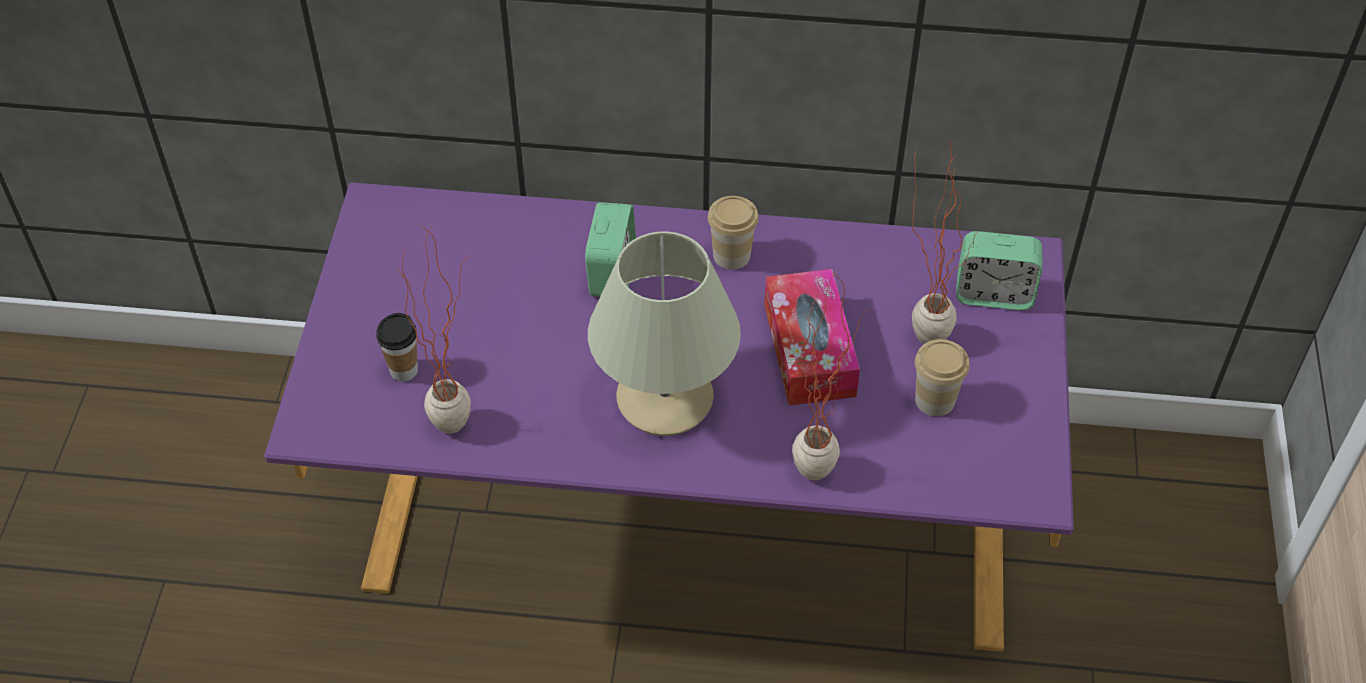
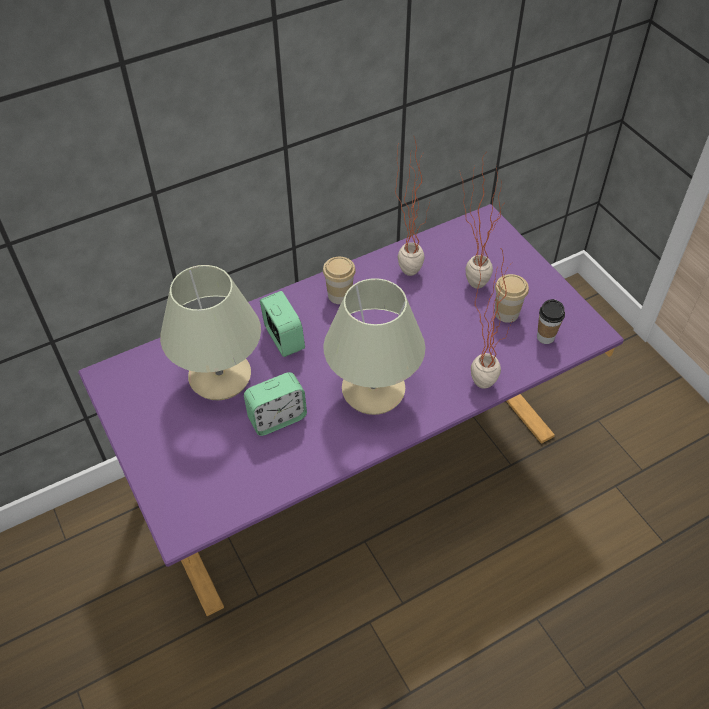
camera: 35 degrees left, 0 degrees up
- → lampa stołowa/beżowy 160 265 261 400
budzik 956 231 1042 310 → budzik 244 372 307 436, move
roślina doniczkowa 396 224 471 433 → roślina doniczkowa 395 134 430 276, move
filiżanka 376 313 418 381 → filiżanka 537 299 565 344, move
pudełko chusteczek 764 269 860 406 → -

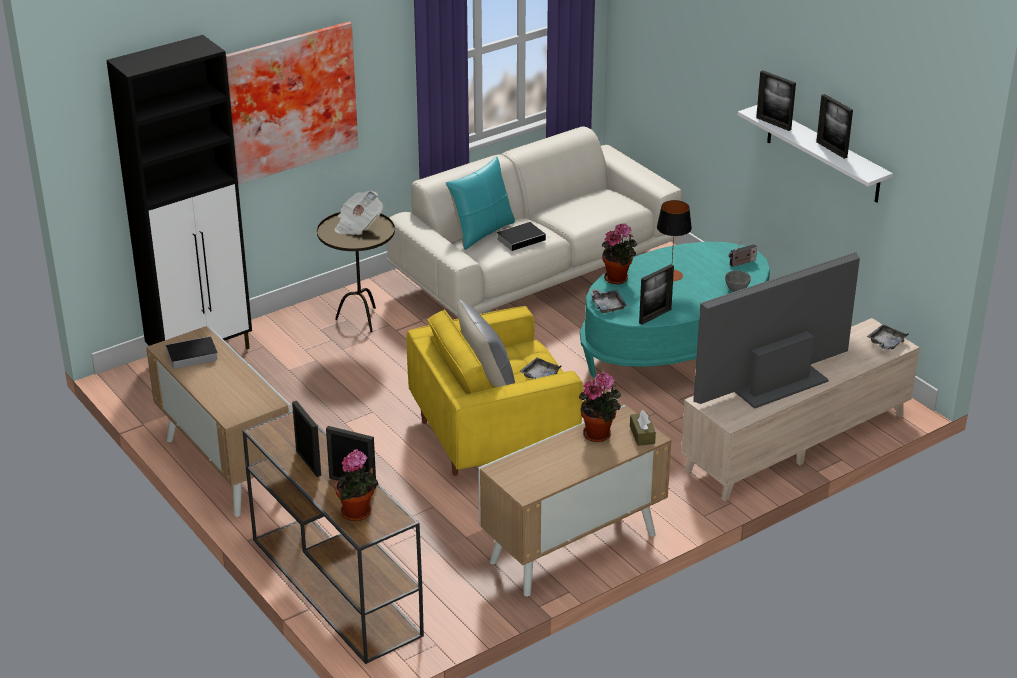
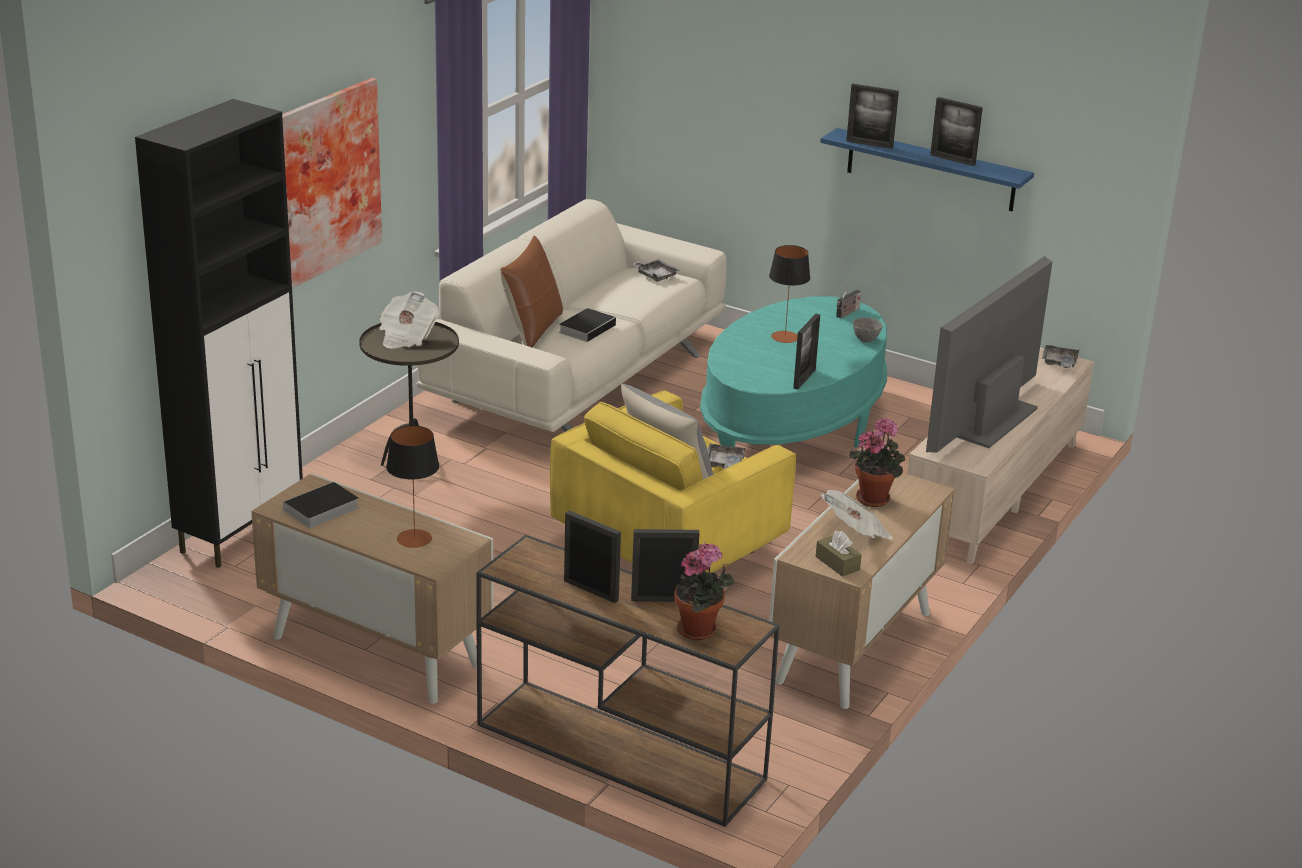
camera: 25 degrees left, 5 degrees down
- → lampa stołowa 386 426 439 548
poduszka/turkusowy 446 156 515 250 → poduszka/brązowy 500 235 563 347
taca/szary 590 289 627 314 → taca/szary 632 259 680 282, move
pudełko chusteczek/brązowy 630 410 656 446 → pudełko chusteczek/brązowy 816 531 862 577, move
półka/biały 738 105 893 203 → półka/niebieski 820 128 1034 211
- → gazeta 820 490 893 539
roślina doniczkowa 602 223 637 284 → -

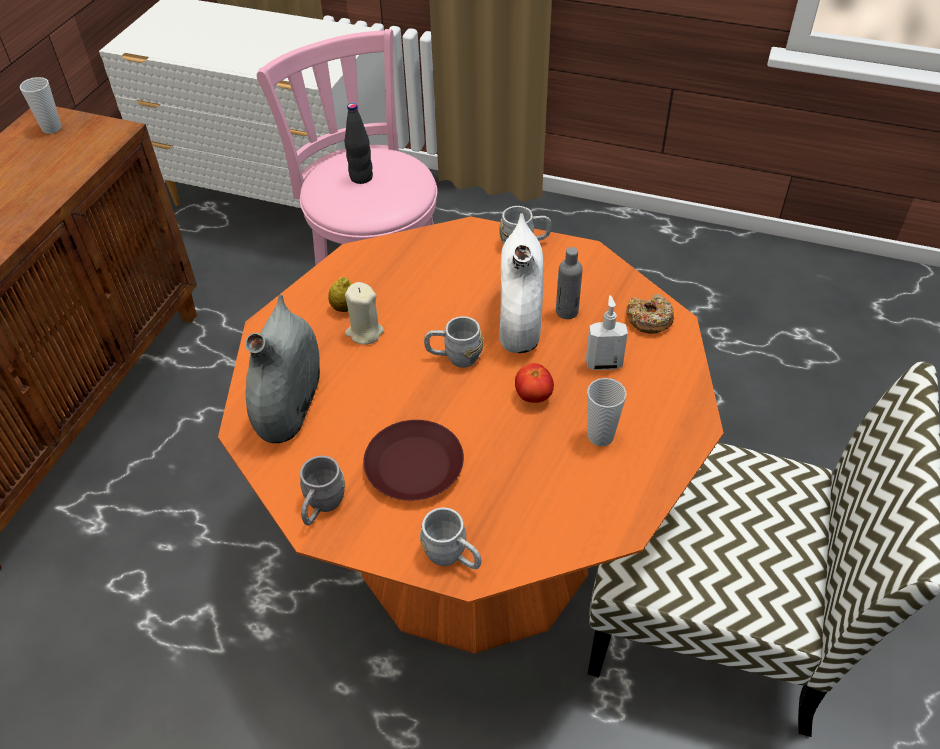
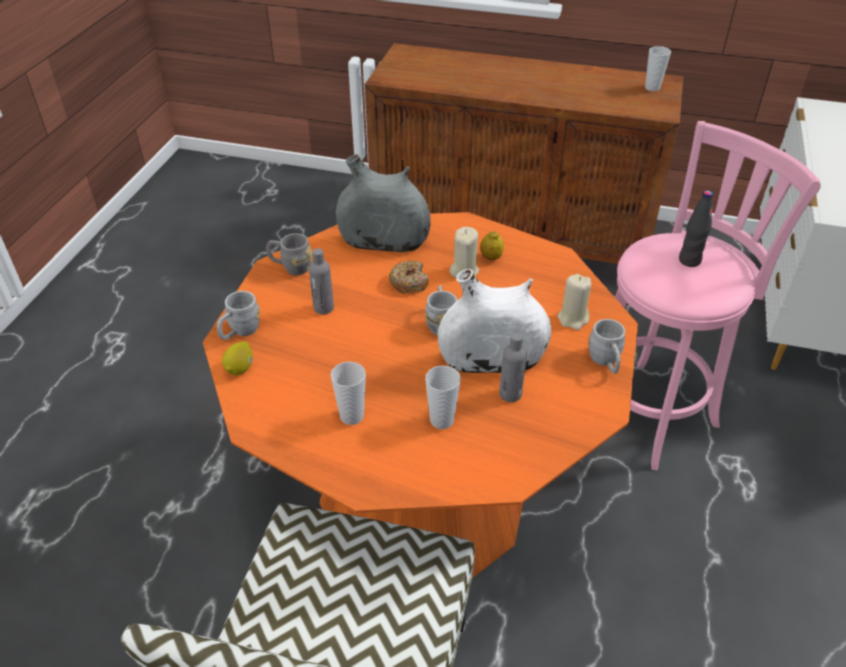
camera: 85 degrees right, 5 degrees down
- → cytryna 222 341 253 375
talerz/brązowy 363 420 464 500 → butelka/szary 309 248 334 315
donut 626 294 674 334 → donut 389 260 428 294, move
dozownik mydła 586 295 628 370 → filiżanka 425 365 461 429
- → świeca/beżowy 558 274 591 330
pomidor 515 363 554 403 → -

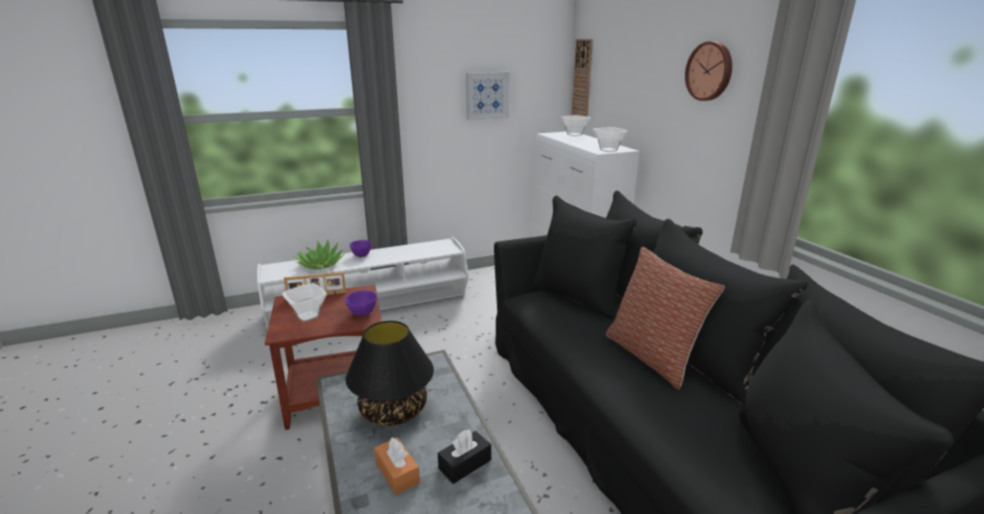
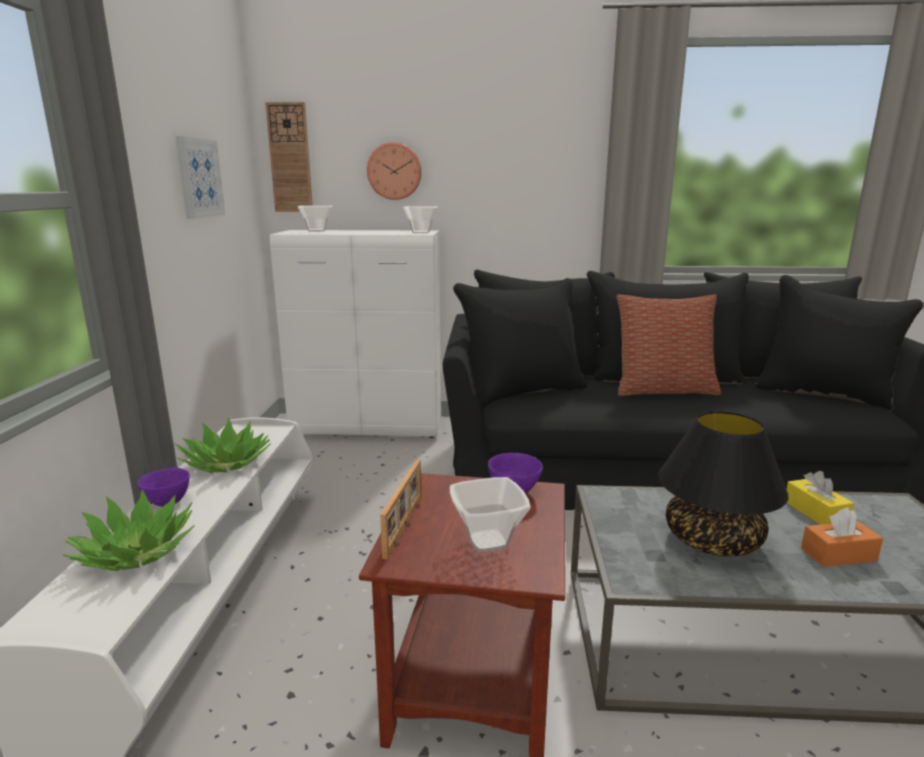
camera: 65 degrees left, 5 degrees down
- → roślina doniczkowa 175 417 271 473
zegar ścienny 685 41 732 101 → zegar ścienny 367 143 422 200, move
pudełko chusteczek/czarny 438 430 491 484 → pudełko chusteczek/żółty 787 471 854 525

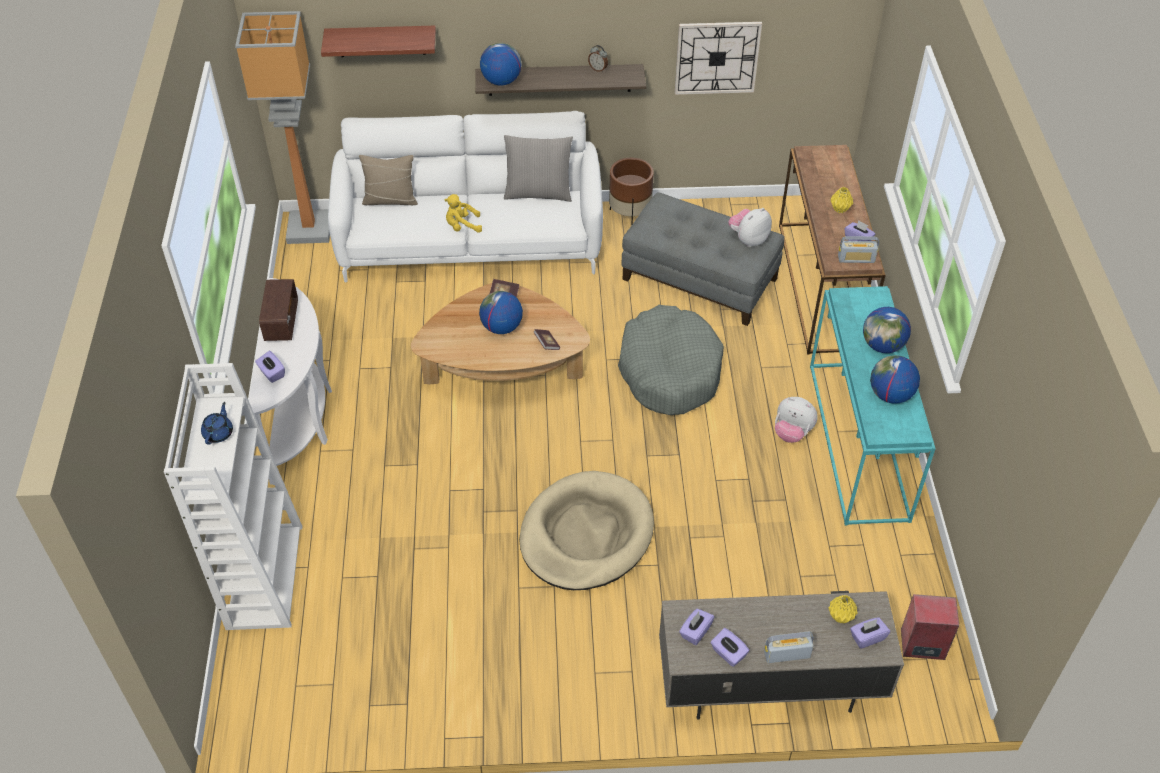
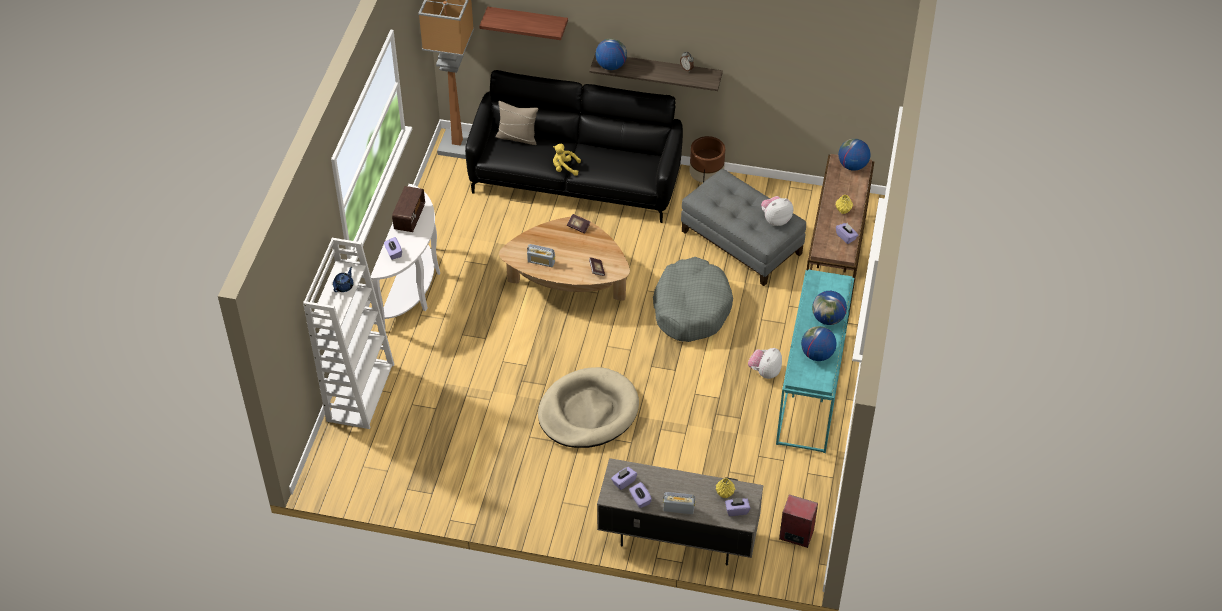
camera: 15 degrees right, 0 degrees up
kanapa/biały 328 111 603 283 → kanapa/czarny 465 70 683 223
radio 838 236 879 263 → radio 527 244 555 267, move
pluszak 775 397 818 443 → pluszak 748 348 782 379, 75 degrees clockwise
globus 479 291 523 334 → globus 838 139 871 171, move
poduszka/szary 504 135 573 202 → -
zegar ścienny 675 22 762 95 → -

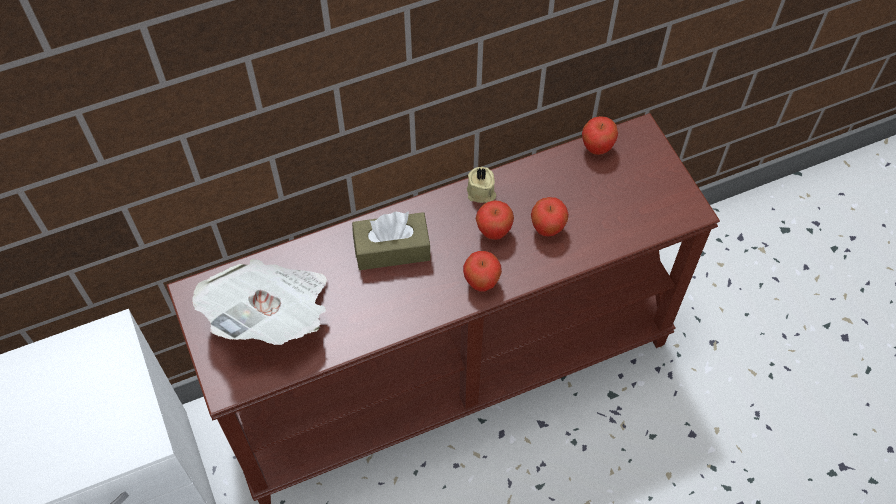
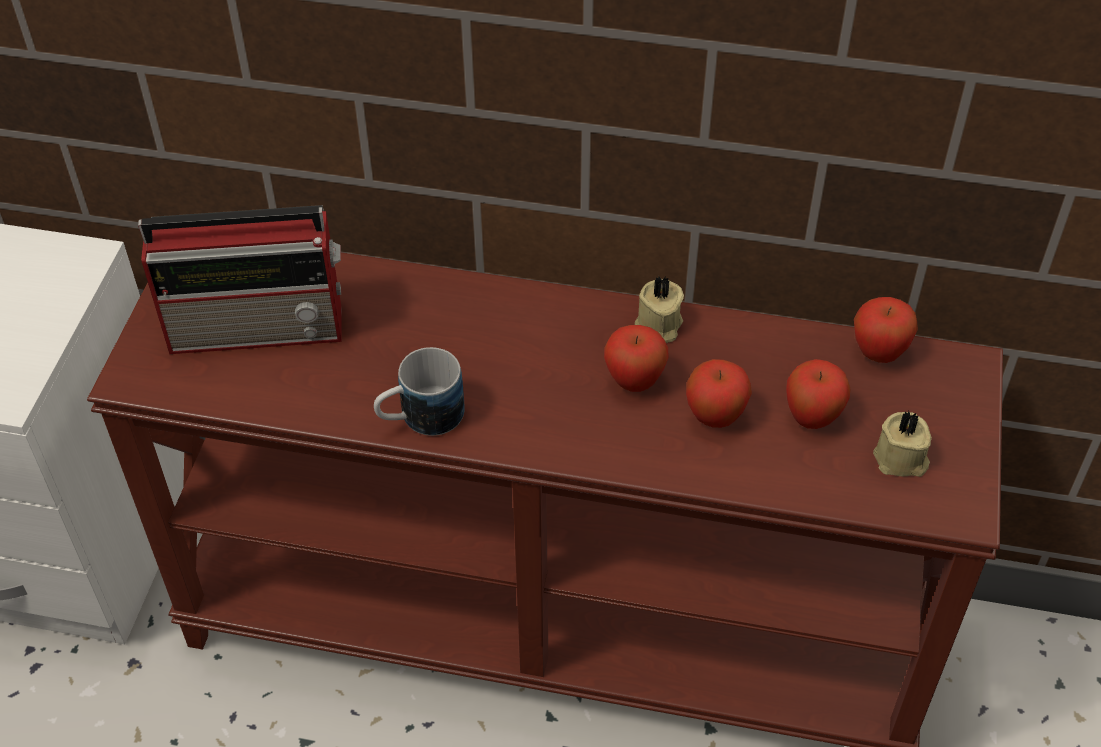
camera: 35 degrees right, 10 degrees down
gazeta 192 259 327 345 → radio 138 205 342 354
- → kubek 374 347 465 436
jabłko 463 251 502 291 → jabłko 786 359 850 429, move
- → świeca/beżowy 873 411 932 477
pudełko chusteczek/brązowy 352 211 431 270 → -

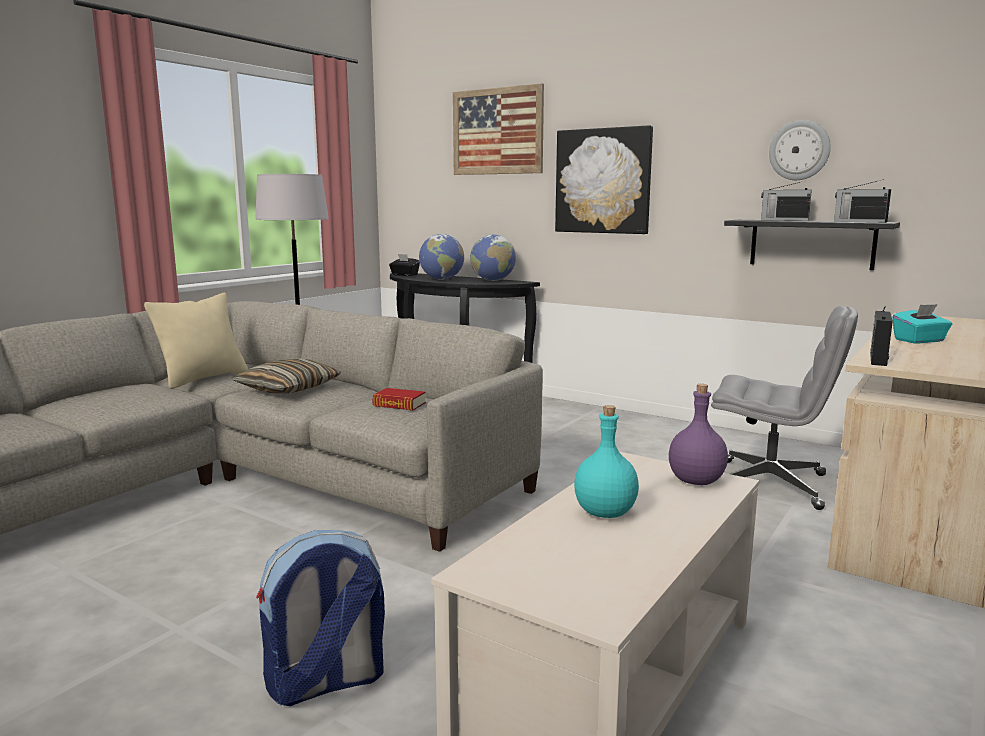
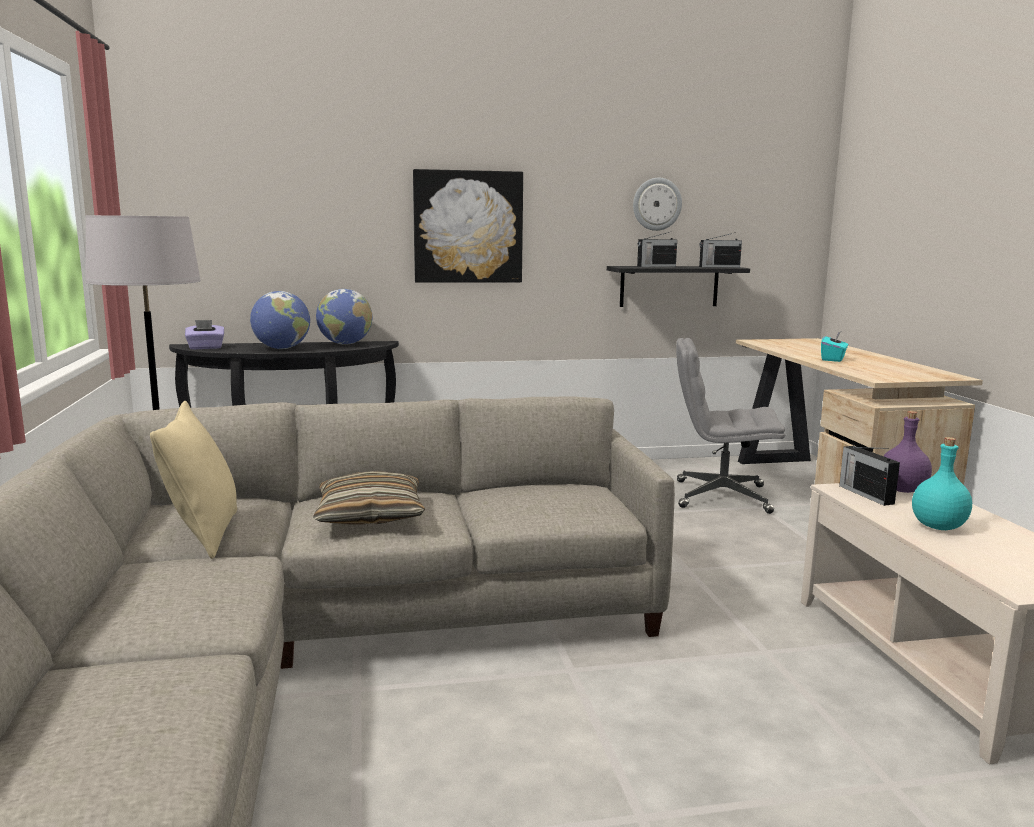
camera: 45 degrees left, 0 degrees up
pudełko chusteczek/czarny 389 254 420 276 → pudełko chusteczek/fioletowy 185 320 224 349
krzesło biurowe/szary 711 306 858 510 → krzesło biurowe/szary 676 338 785 514, 150 degrees counterclockwise
radio 870 307 893 366 → radio 839 446 900 506, move
plecak 256 530 385 706 → -
książka 372 388 426 410 → -
obraz 453 83 544 175 → -

